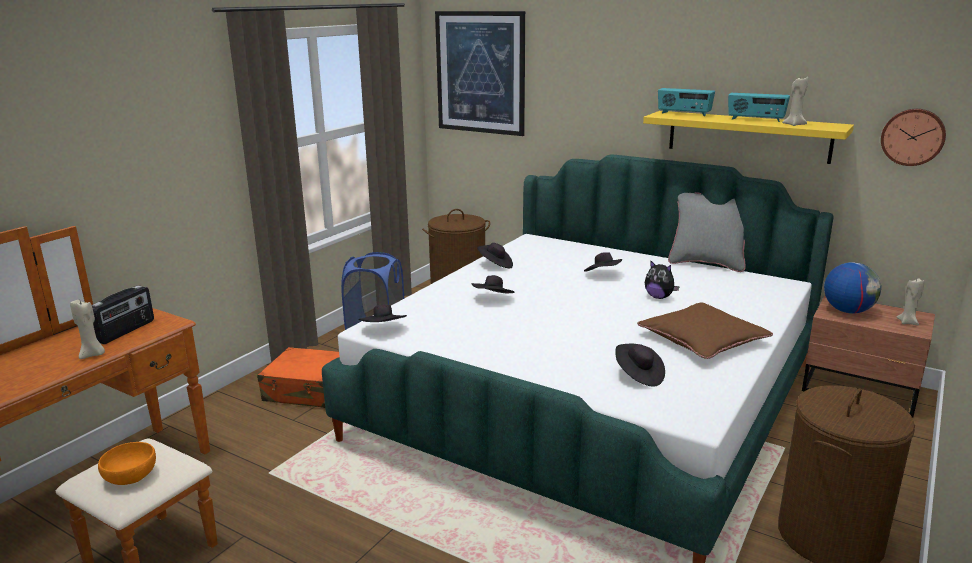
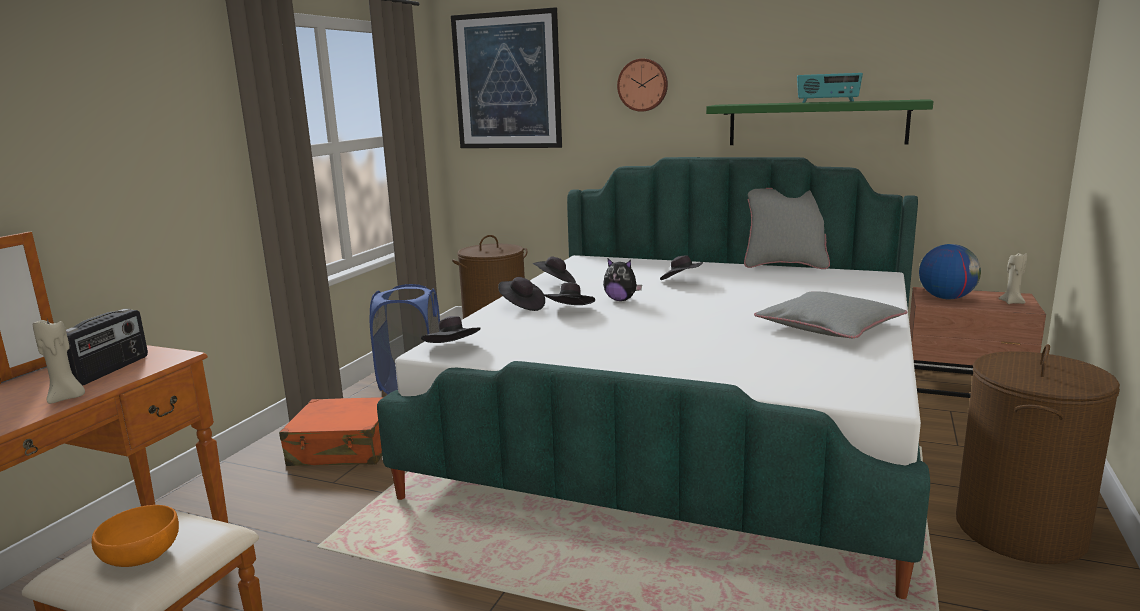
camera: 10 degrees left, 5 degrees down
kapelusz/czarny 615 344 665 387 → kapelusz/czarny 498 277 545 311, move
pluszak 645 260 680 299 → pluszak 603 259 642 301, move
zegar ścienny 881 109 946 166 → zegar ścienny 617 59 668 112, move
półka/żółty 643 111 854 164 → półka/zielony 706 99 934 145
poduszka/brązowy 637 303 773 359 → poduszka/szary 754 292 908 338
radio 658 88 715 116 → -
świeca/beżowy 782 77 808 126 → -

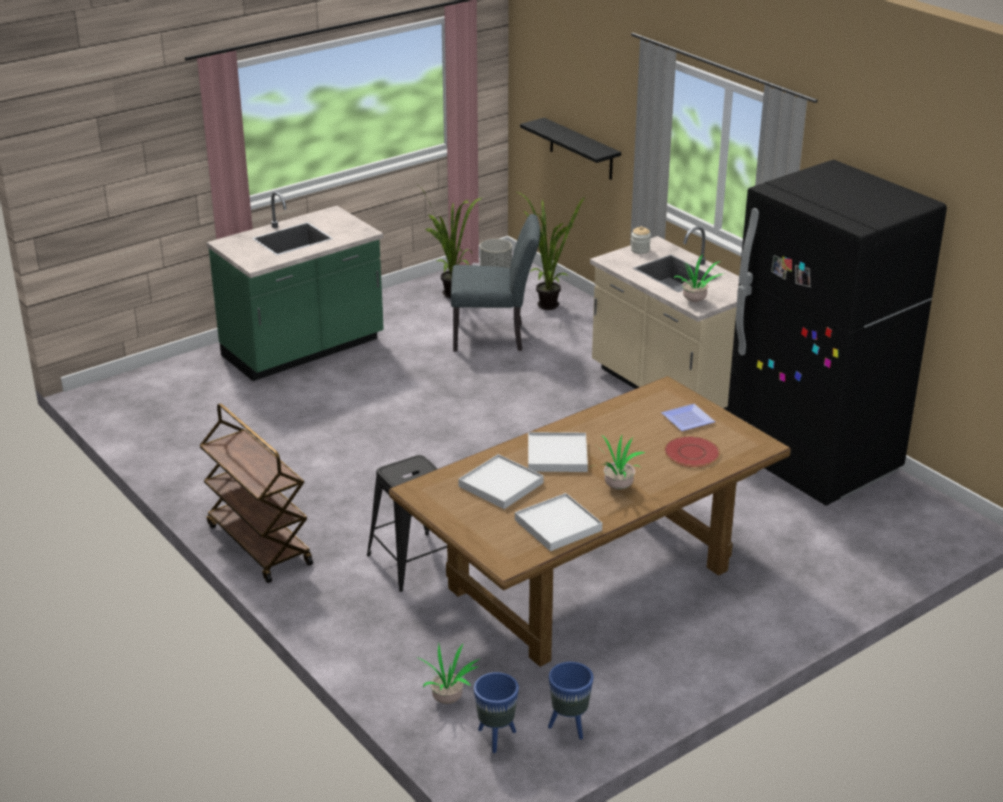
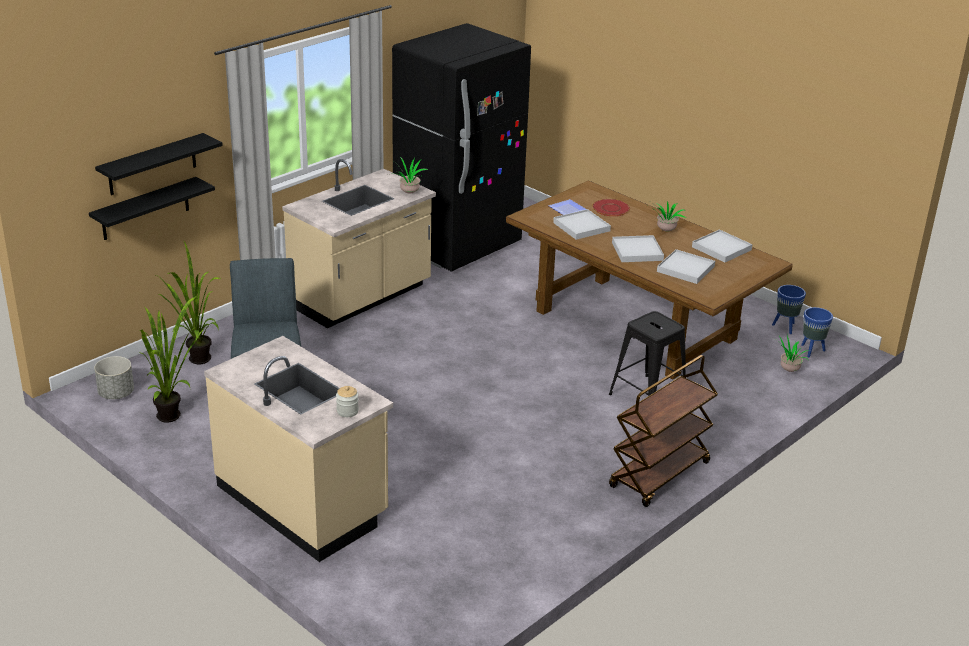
camera: 100 degrees left, 0 degrees up
- → półka/czarny 95 133 223 195
zabudowa kuchenna/zielony 207 192 384 381 → zabudowa kuchenna/beżowy 204 336 393 562
słoik 631 226 651 254 → słoik 336 386 359 417, move
- → taca/biały 553 209 611 240

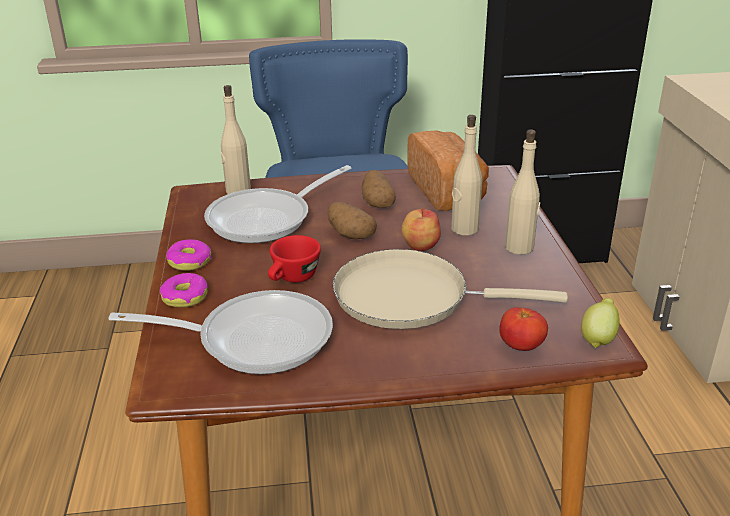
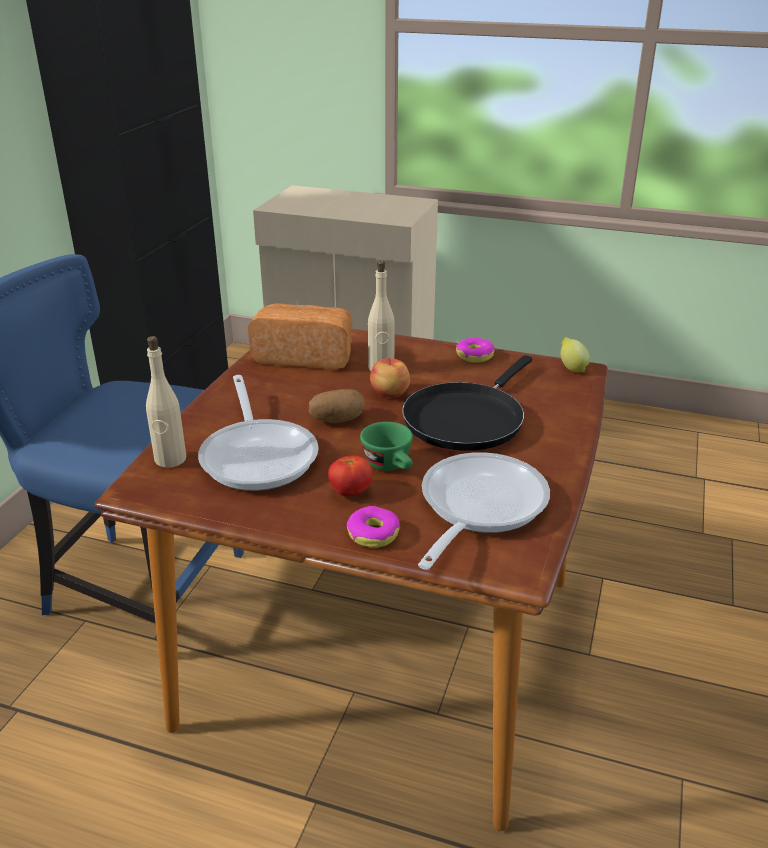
camera: 65 degrees left, 0 degrees up
pomidor 499 307 548 351 → pomidor 328 456 372 497, move
filiżanka/czerwony 268 235 321 282 → filiżanka/zielony 360 422 413 471
patelnia/beżowy 333 249 568 329 → patelnia/czarny 402 355 532 451
donut 166 239 211 271 → donut 456 338 495 363, move
ziemniak 362 170 396 208 → -
butelka/beżowy 505 129 540 255 → -

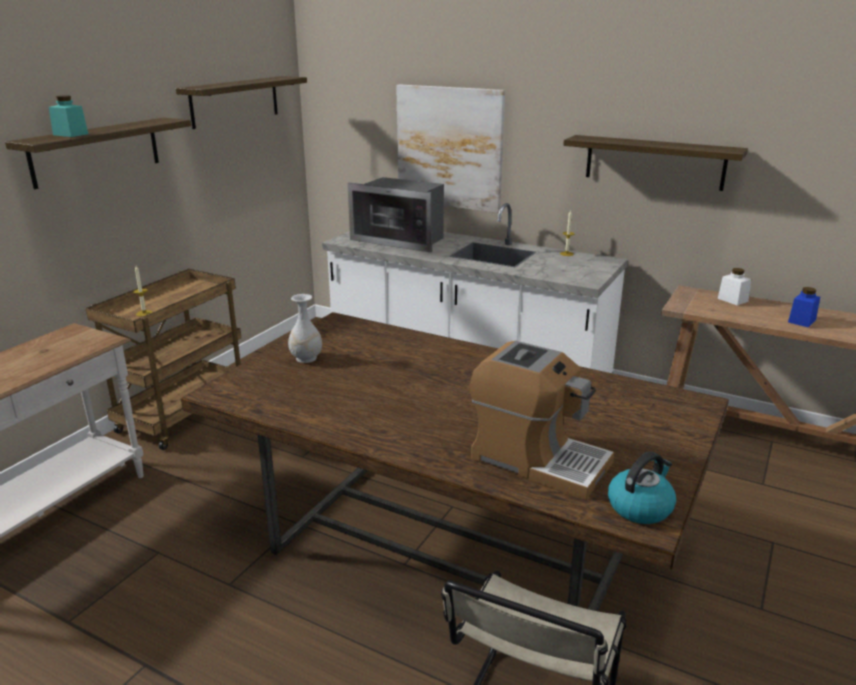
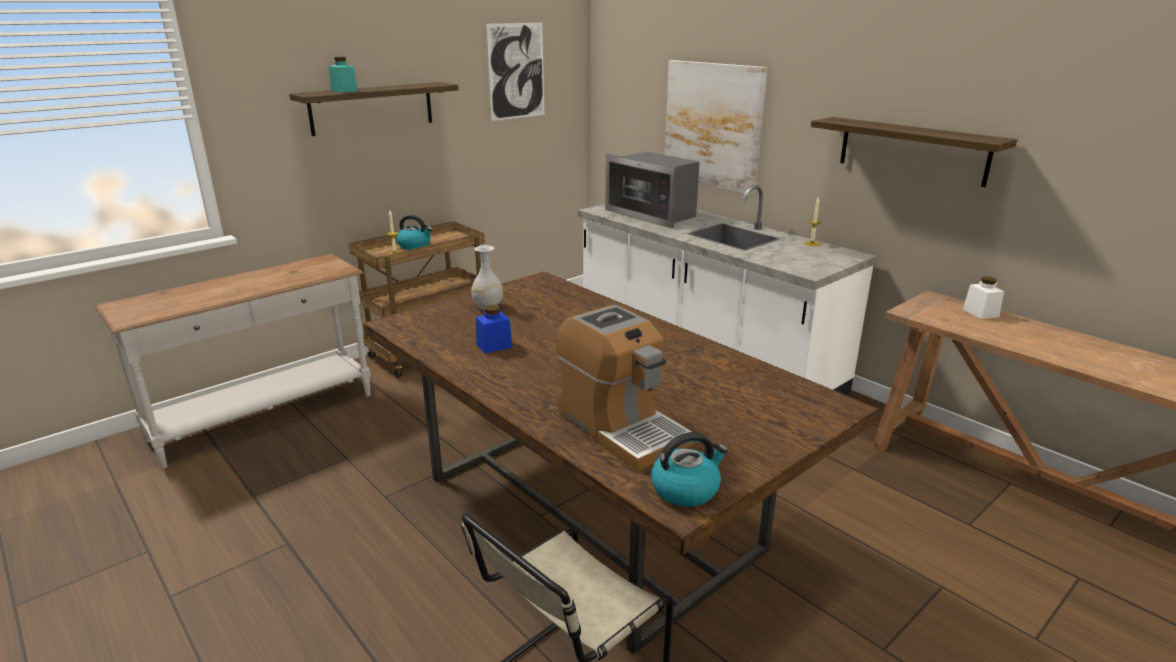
camera: 20 degrees right, 0 degrees up
- → czajnik 396 215 433 250
słoik/niebieski 788 287 820 327 → słoik/niebieski 476 305 512 354, move
półka 176 76 307 129 → obraz 486 23 545 121

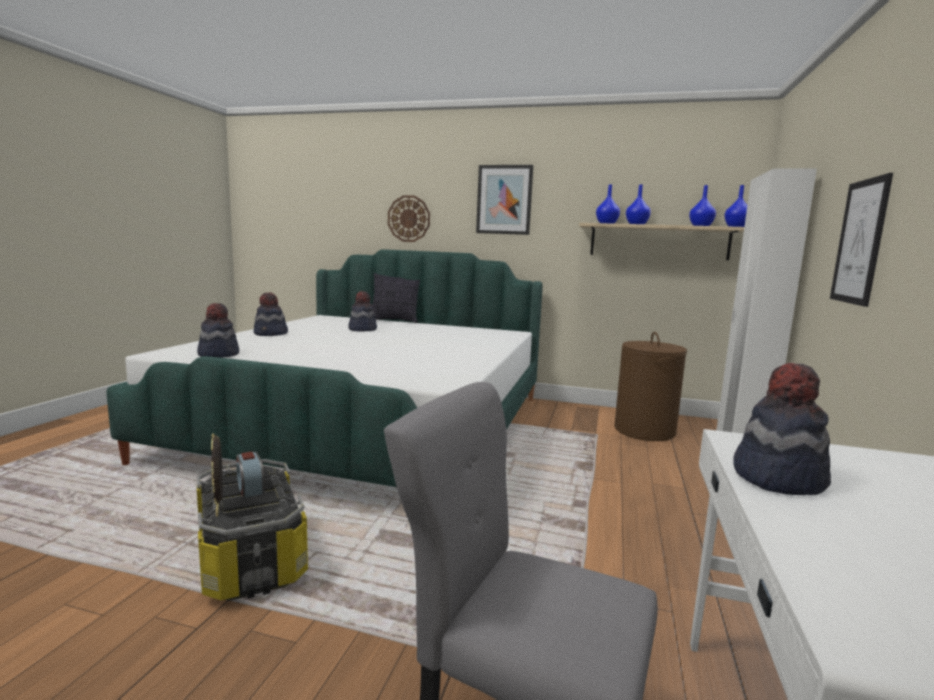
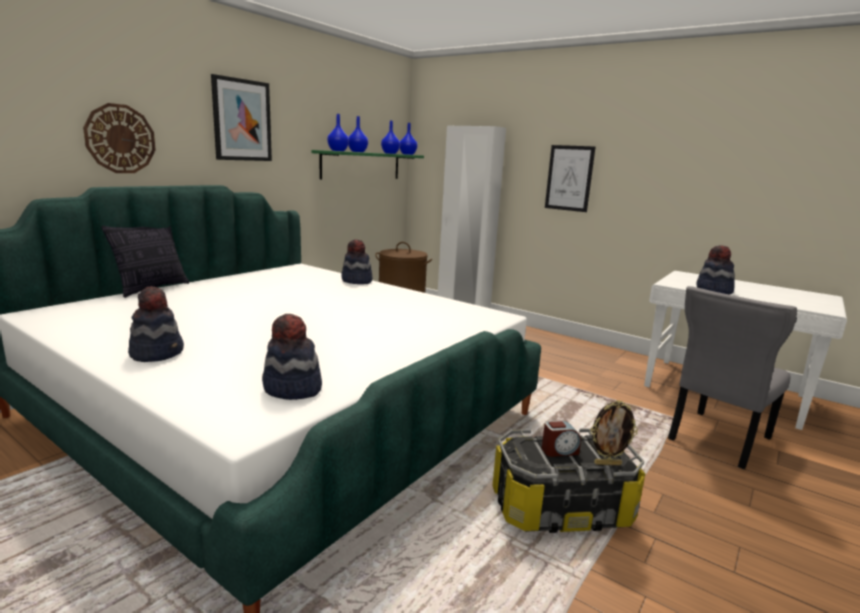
camera: 70 degrees left, 5 degrees up
półka/beżowy 579 223 744 260 → półka/zielony 311 150 424 179
kapelusz 348 291 377 332 → kapelusz 341 239 373 284, move

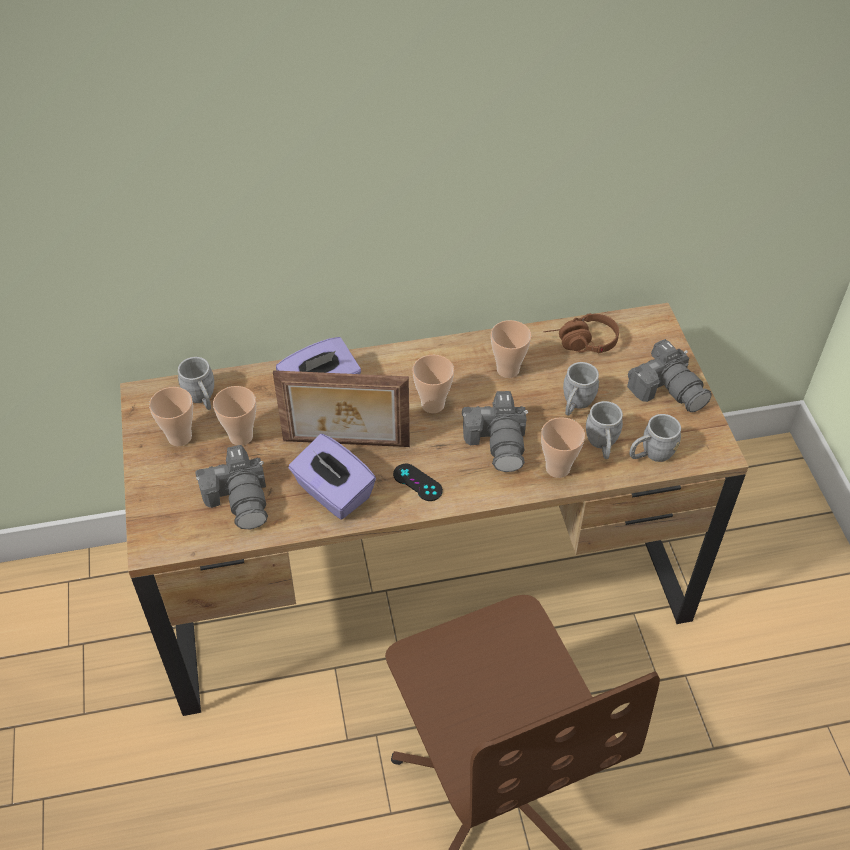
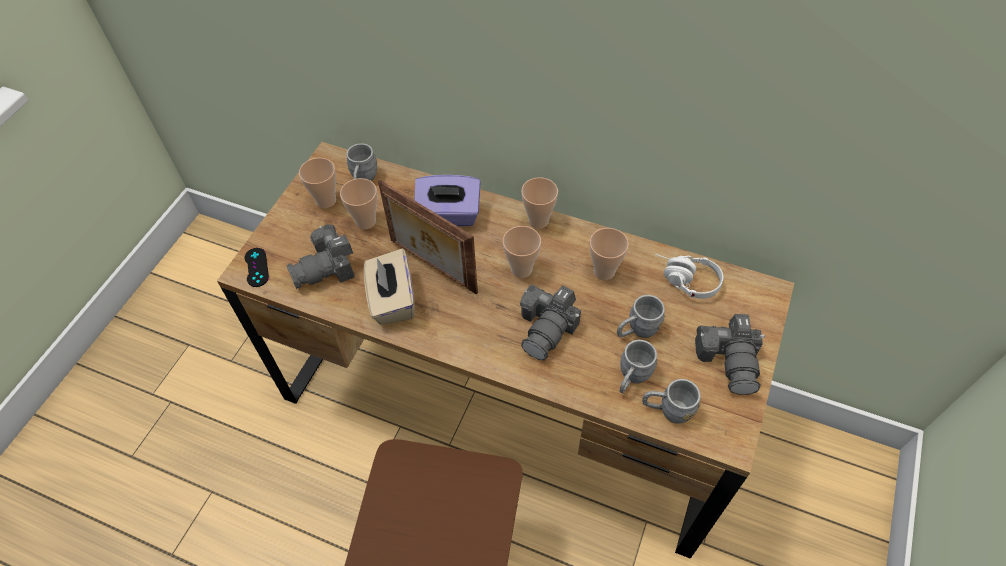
camera: 35 degrees right, 5 degrees up
pad do gier/czarny 393 464 443 501 → pad do gier/czarny 244 248 269 287, move
aparat fotograficzny 195 445 268 530 → aparat fotograficzny 286 224 354 289, 45 degrees clockwise
pudełko chusteczek/fioletowy 289 434 376 519 → pudełko chusteczek/beżowy 364 249 415 325
filiżanka 541 417 585 478 → filiżanka 521 177 558 229, move
słuchawki/brązowy 543 313 619 353 → słuchawki/biały 655 254 723 299

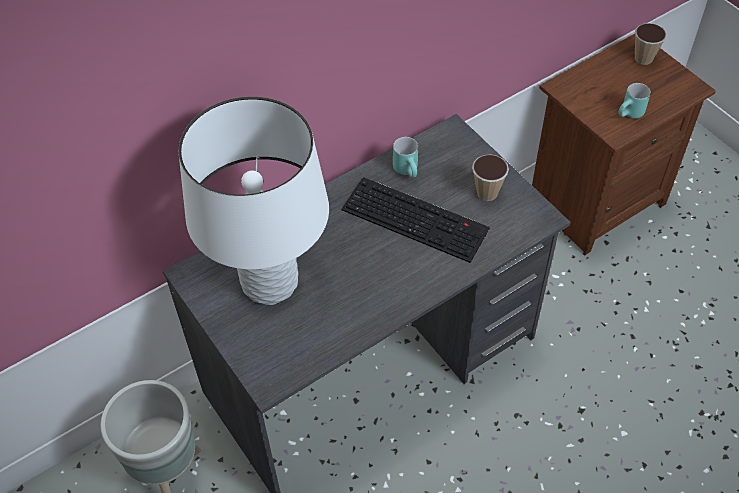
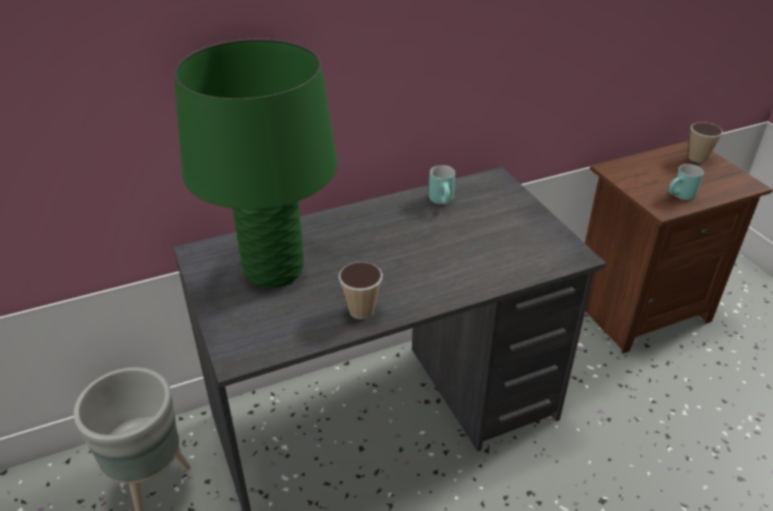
camera: 10 degrees right, 15 degrees down
lampa stołowa/biały 178 97 329 305 → lampa stołowa/zielony 174 39 337 289
filiżanka 472 154 509 201 → filiżanka 338 262 383 320, move
klawiatura 342 177 490 263 → -

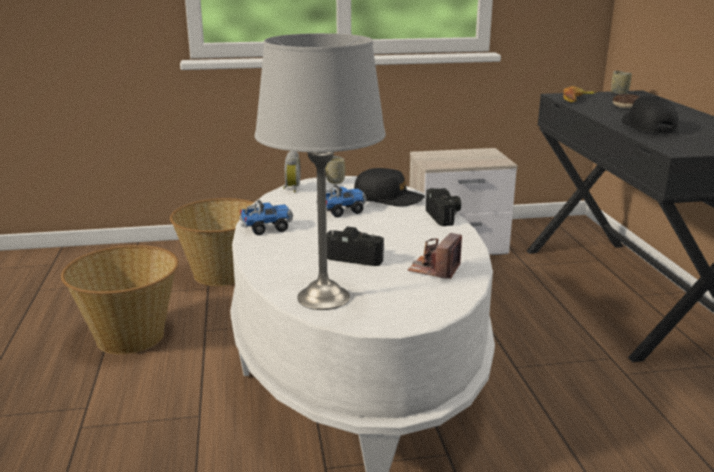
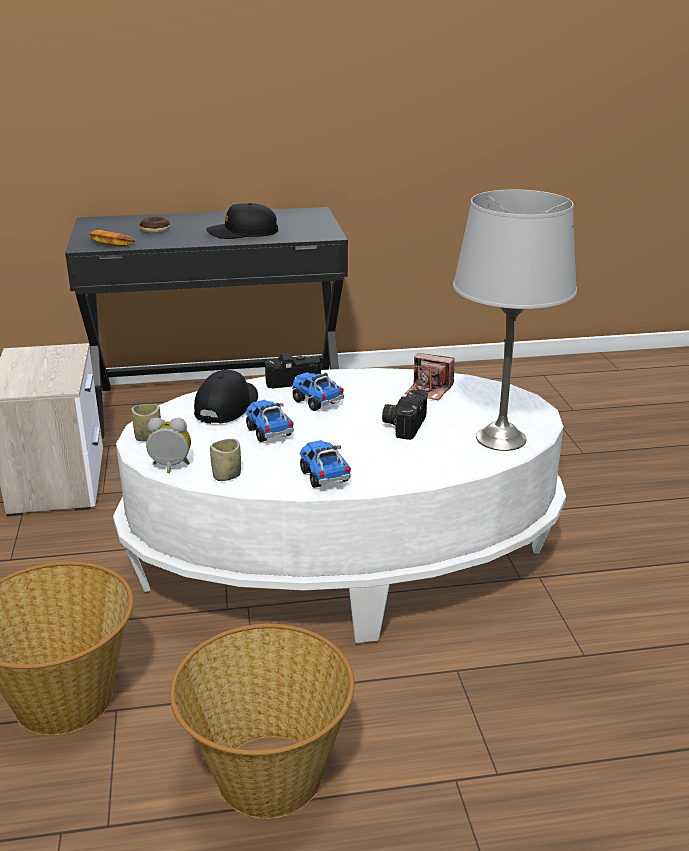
camera: 90 degrees left, 5 degrees up
filiżanka 611 71 632 94 → filiżanka 210 439 241 481, move
- → ciężarówka zabawkowa 292 372 344 411

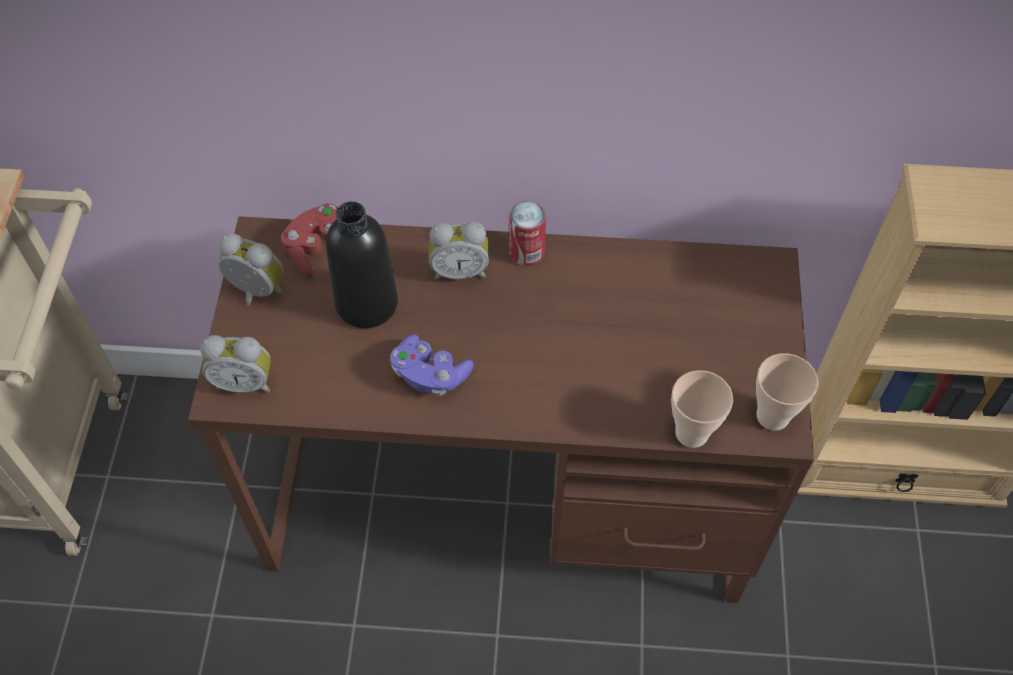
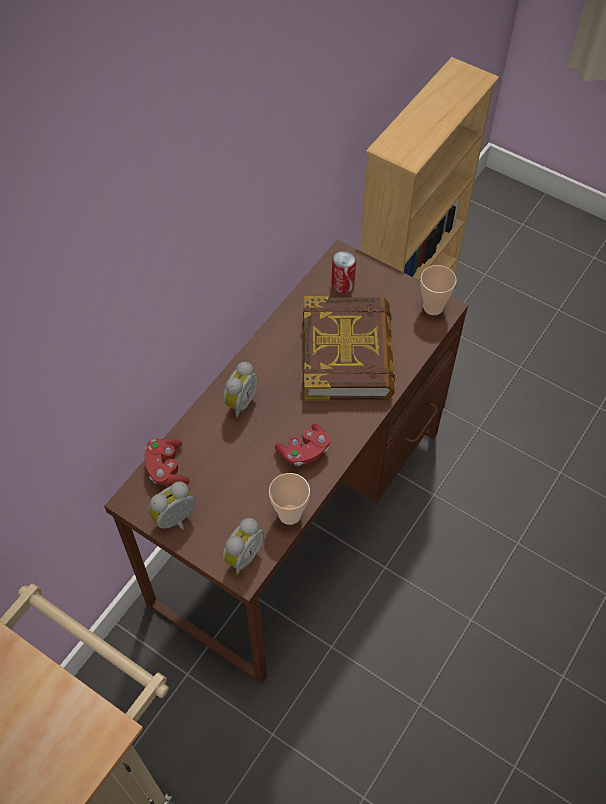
camera: 60 degrees left, 0 degrees up
filiżanka 671 370 733 448 → filiżanka 269 473 310 525, move
pad do gier/fioletowy 390 334 474 396 → pad do gier/czerwony 275 424 331 466
- → książka 303 296 395 400
puszka 509 201 546 266 → puszka 331 250 356 293, move
butelka/czarny 326 201 398 329 → -

